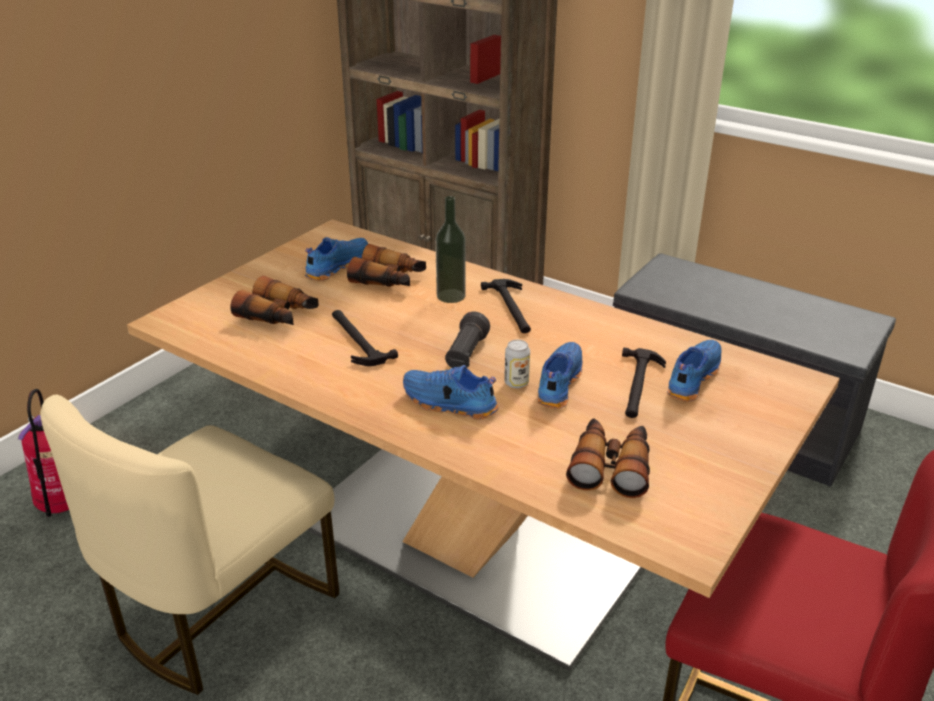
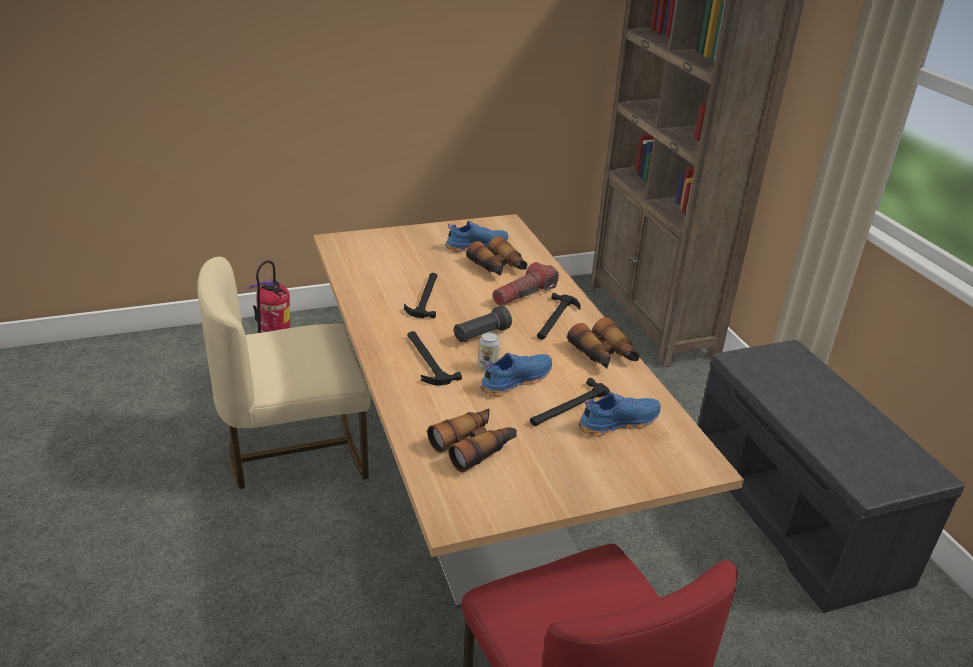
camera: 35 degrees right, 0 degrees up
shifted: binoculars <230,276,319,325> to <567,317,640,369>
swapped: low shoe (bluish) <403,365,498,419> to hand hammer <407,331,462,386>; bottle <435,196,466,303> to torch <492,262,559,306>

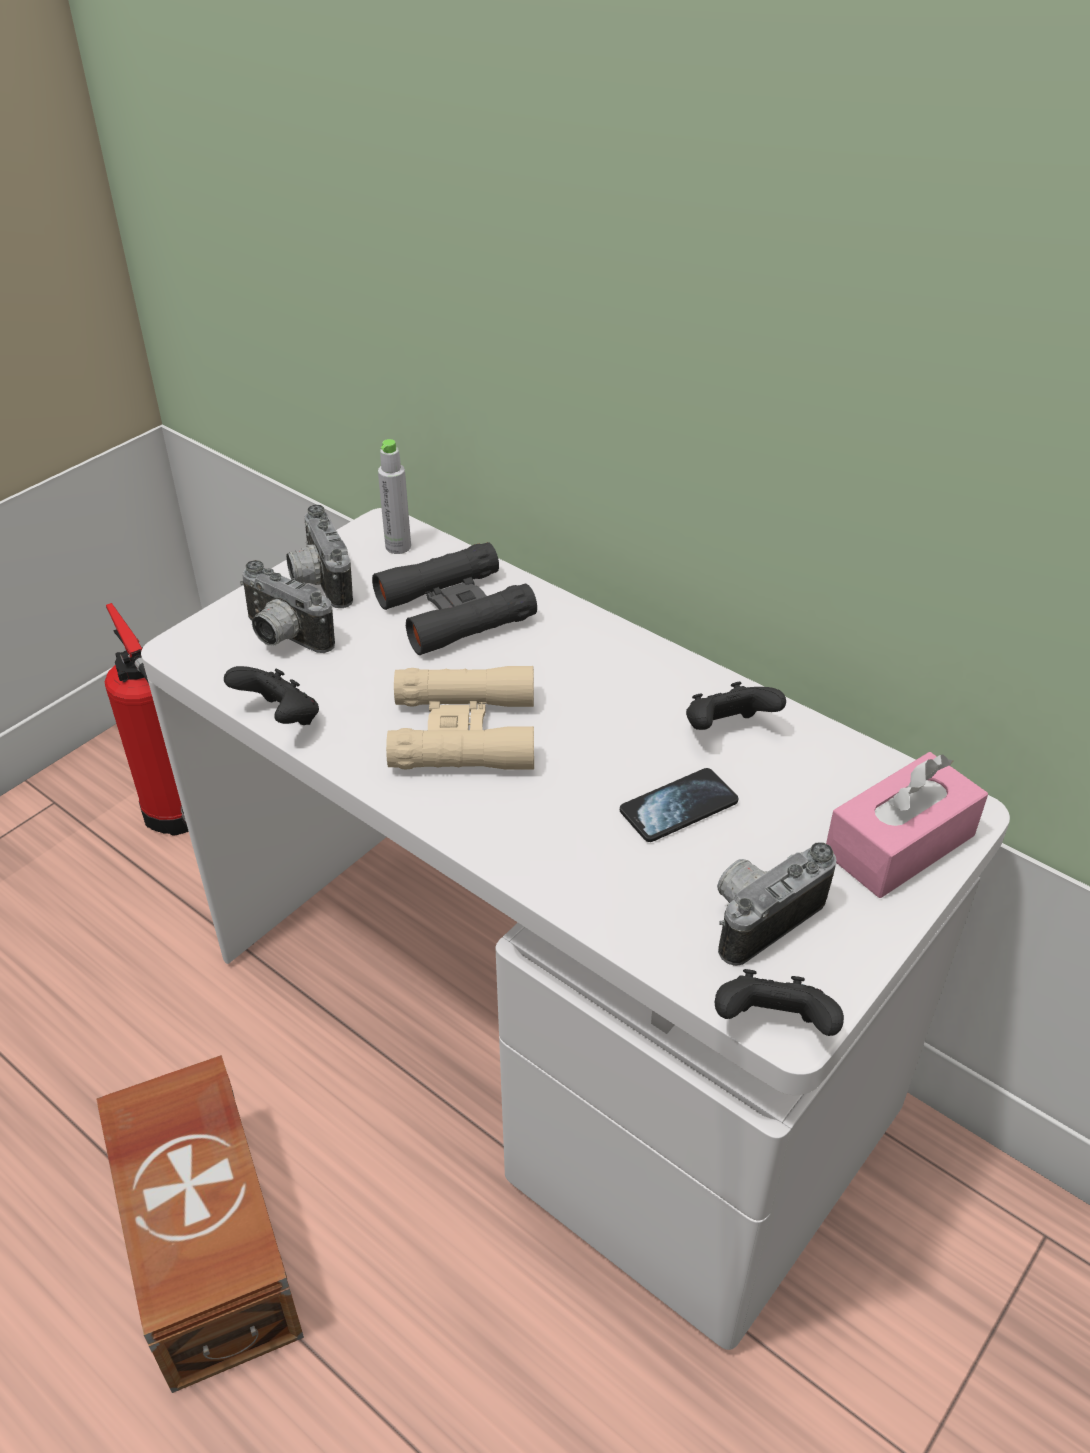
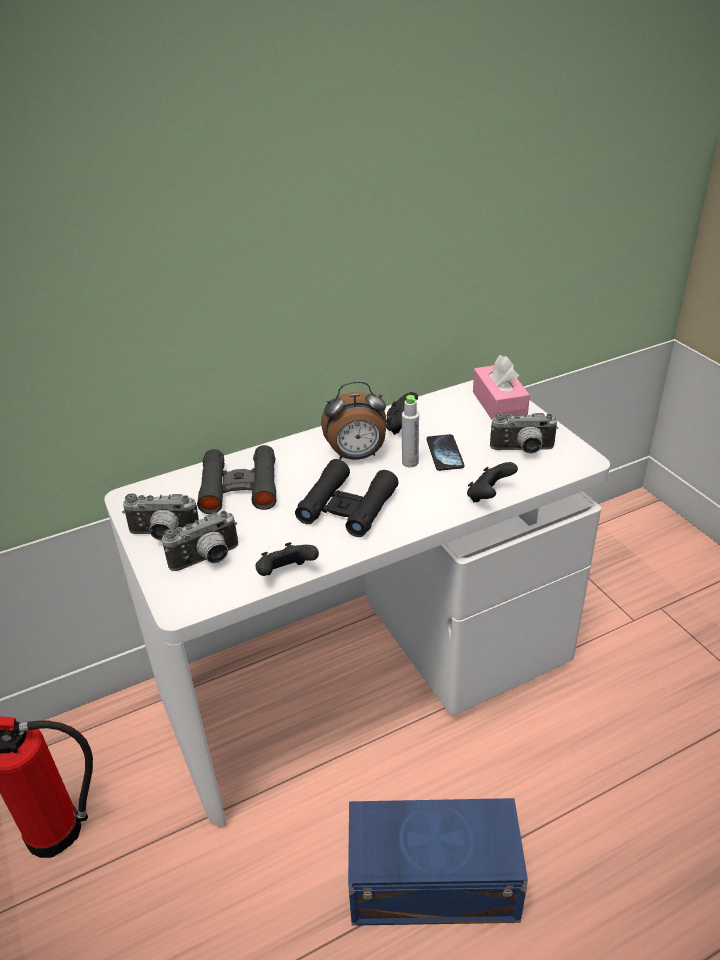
camera: 65 degrees left, 5 degrees down
new: alarm clock <321,381,387,460>
shifted: bottle (greyish) <378,439,411,554> to <402,395,419,467>; joypad (black-coloured) <715,969,844,1036> to <467,462,518,503>
repainted: storage bin (brown) <96,1055,304,1393> to storage bin (bluish) <348,798,528,926>; binoculars (beige-coloured) <386,666,534,770> to binoculars (black-coloured) <295,459,398,537>
rotated: still camera <717,843,836,966> = <490,413,558,454> 75 degrees counterclockwise

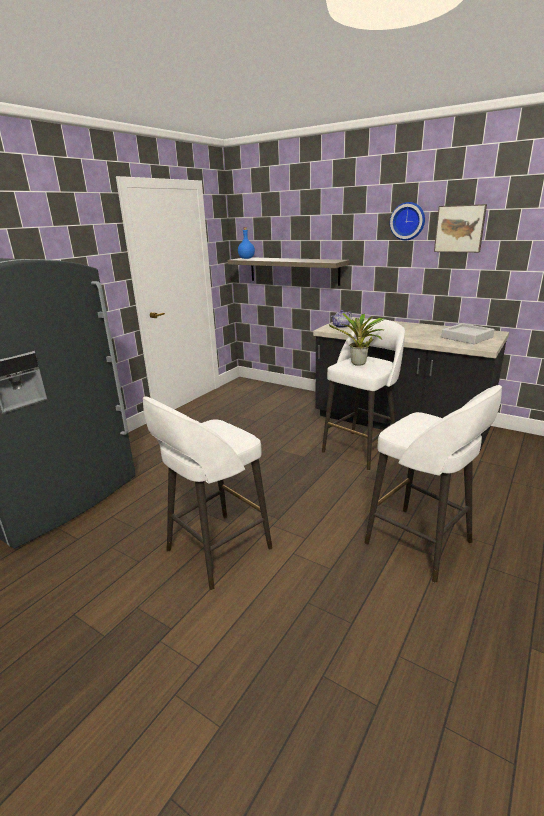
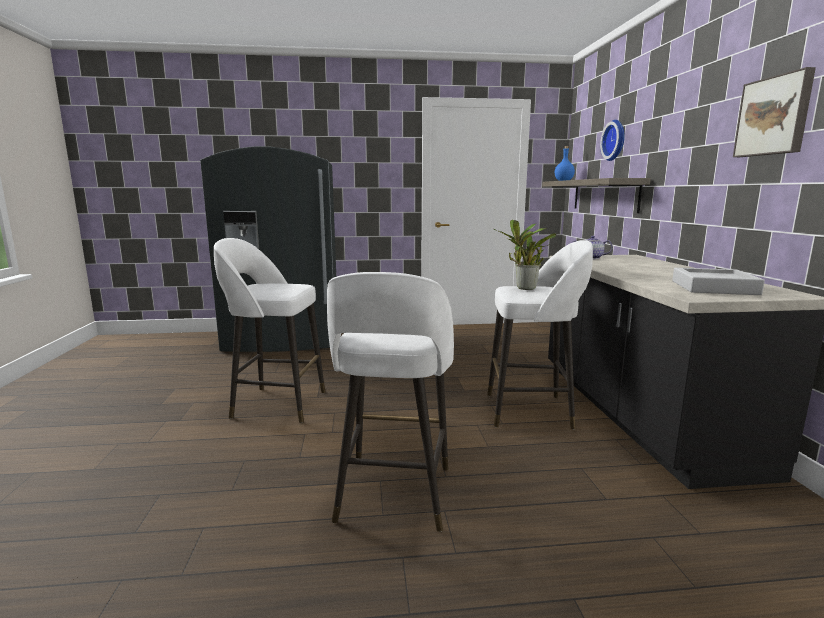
camera: 50 degrees right, 10 degrees down
shifted: hanging clock <390,202,425,241> to <600,120,625,161>

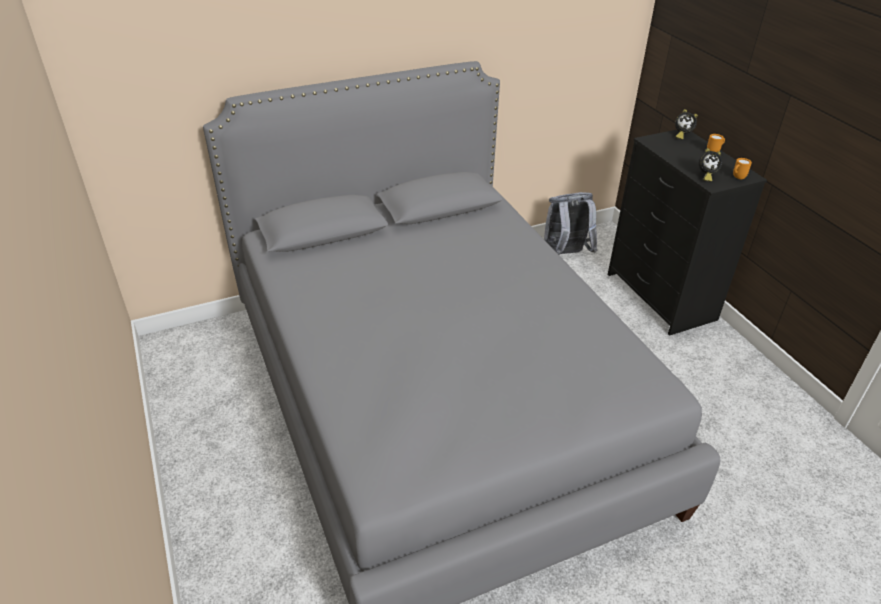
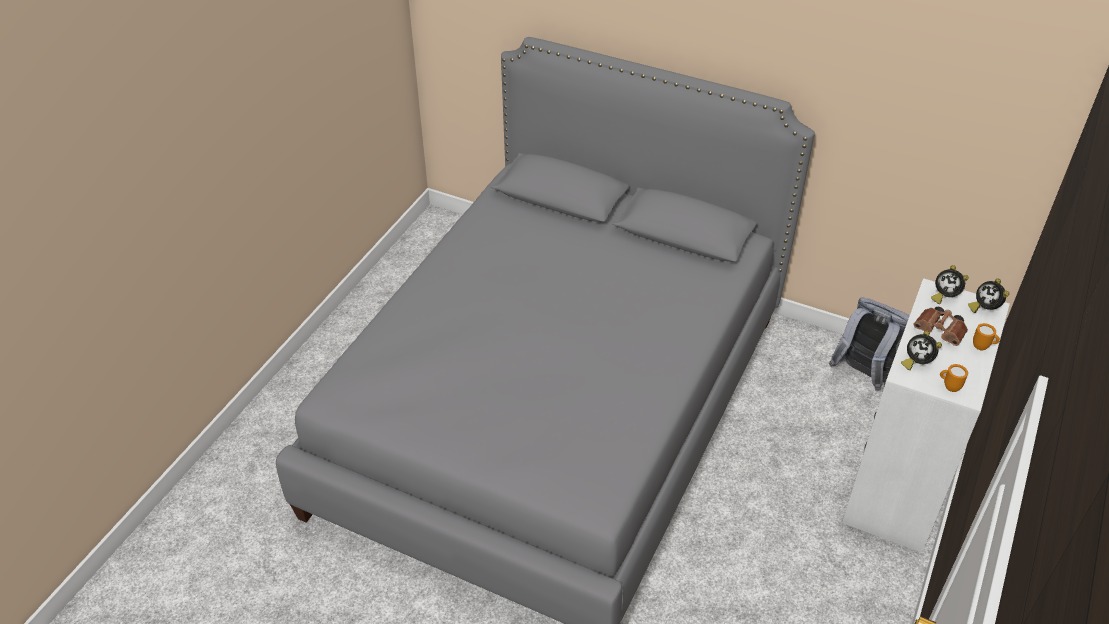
camera: 50 degrees right, 5 degrees up
new: binoculars (brown) <914,307,968,346>; alarm clock <931,265,968,304>
repainted: chest of drawers (black-coloured) <608,130,767,336> to chest of drawers (white-coloured) <842,278,1010,553>

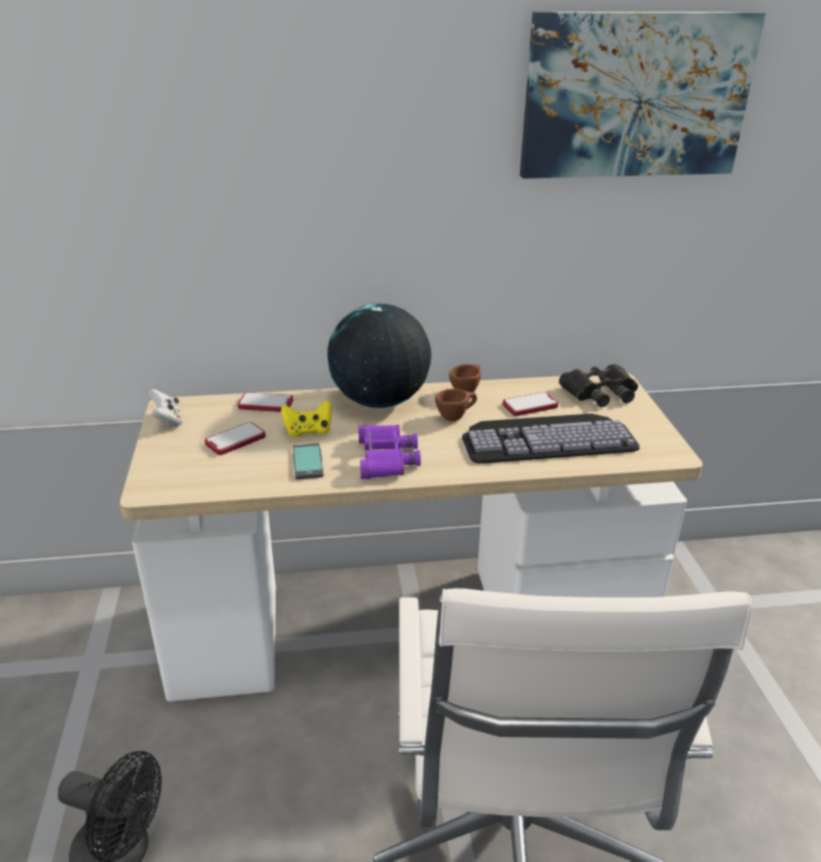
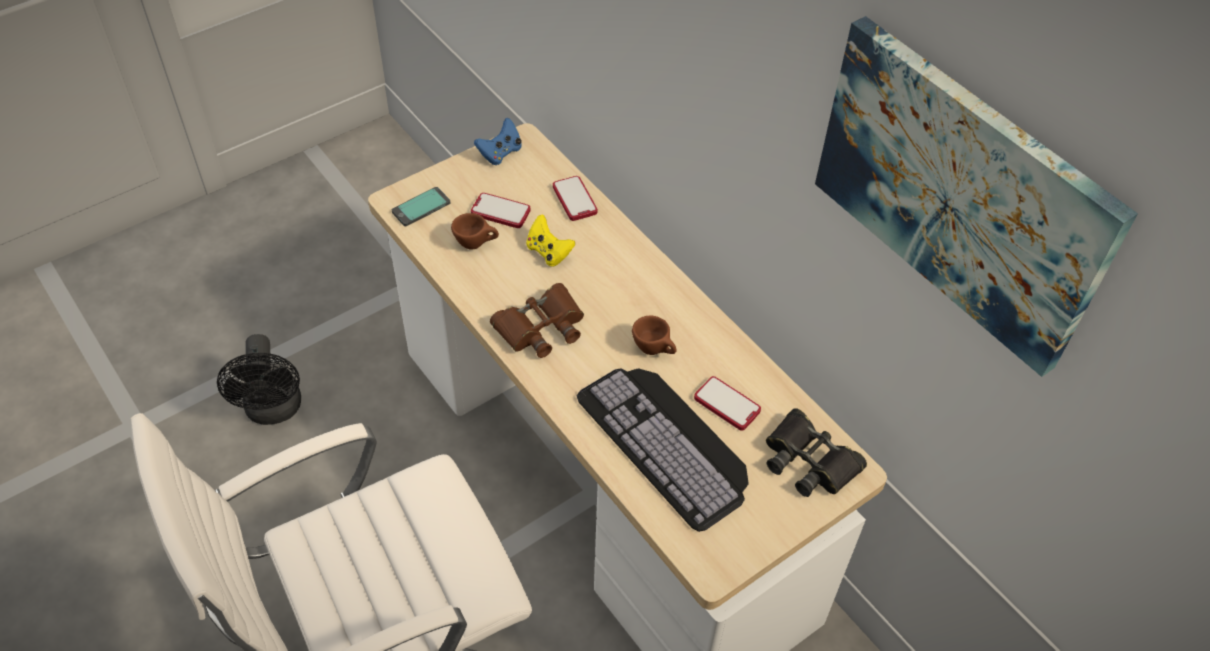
camera: 60 degrees right, 20 degrees up
gone: world globe <327,304,431,408>
shifted: handset <293,443,324,480> to <392,187,450,226>; small cup (brown) <449,364,481,392> to <451,213,499,250>
repainted: joypad (white-coloured) <149,389,183,427> to joypad (bluish) <474,118,522,165>; binoculars (purple) <358,425,421,479> to binoculars (brown) <490,283,584,358>

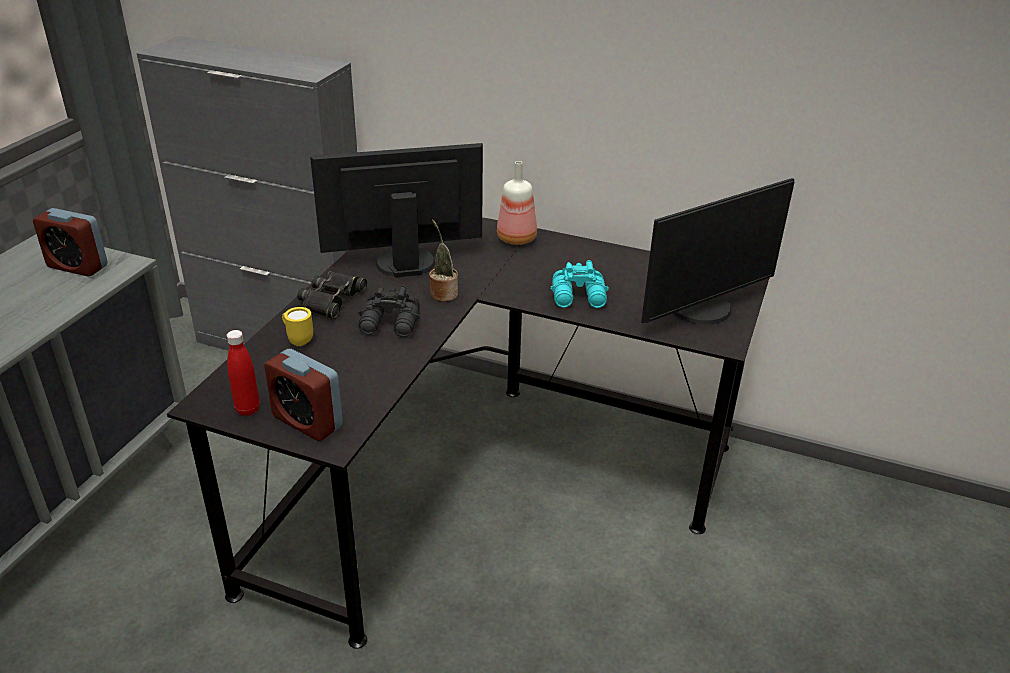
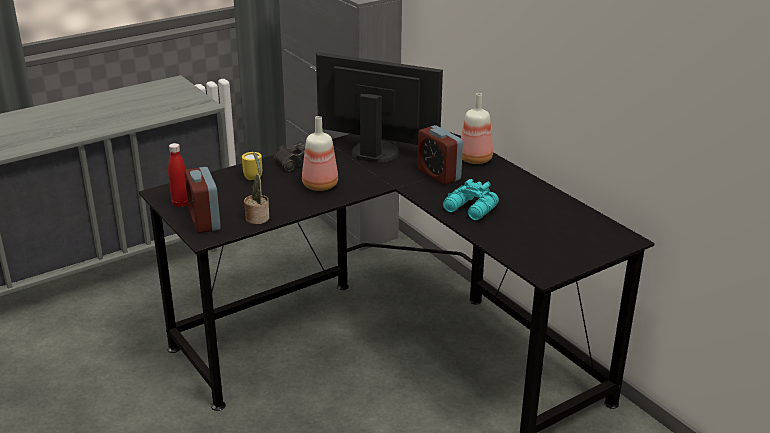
camera: 35 degrees right, 5 degrees down
gone: monitor <641,178,795,325>
shifted: alarm clock <33,208,108,277> to <417,125,463,185>; potted plant <429,219,458,302> to <244,152,269,224>
swapped: binoculars (black-coloured) <358,285,420,337> to bottle <302,116,338,191>

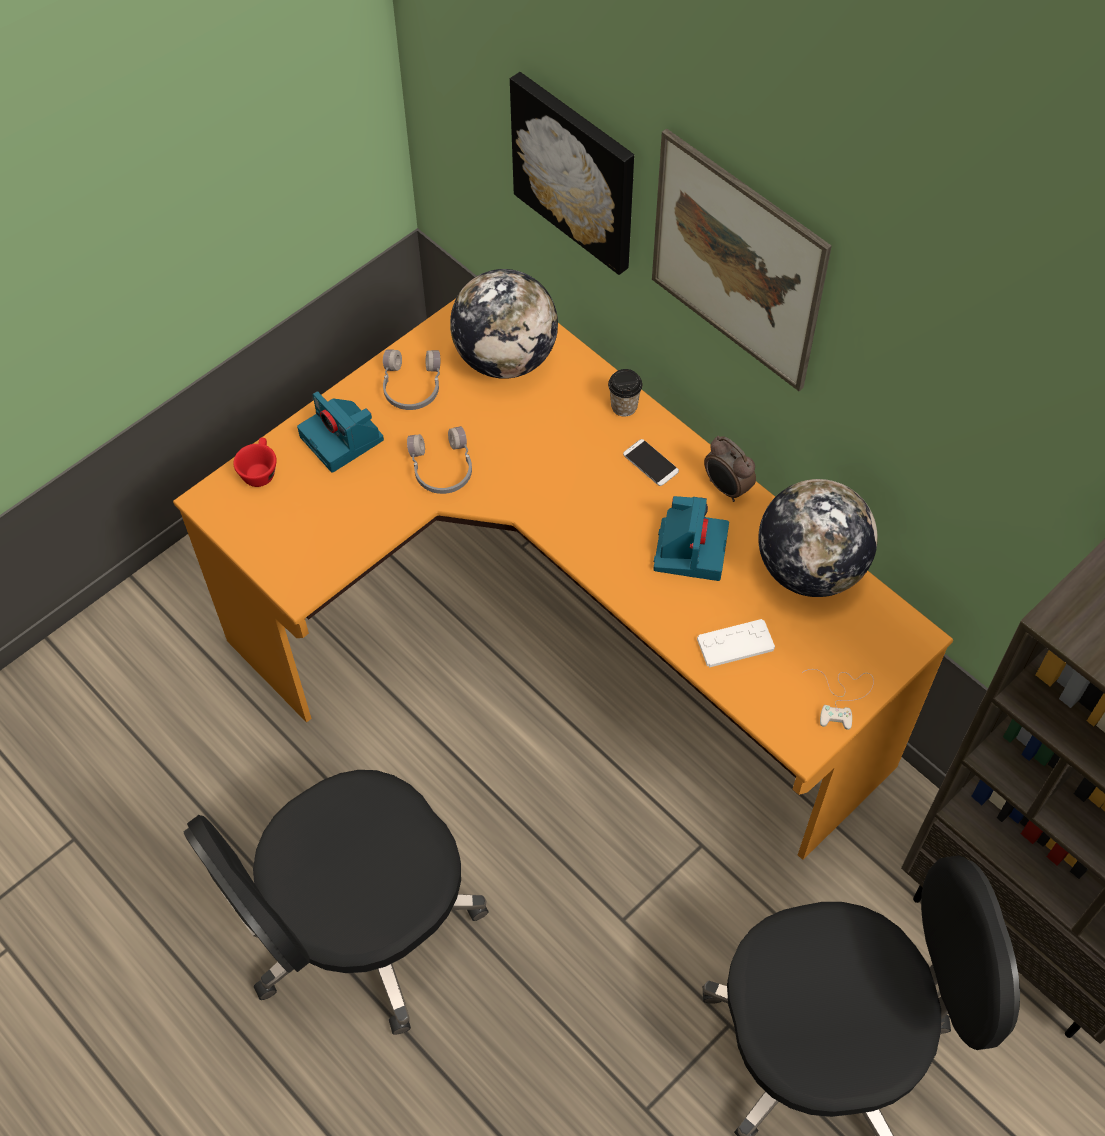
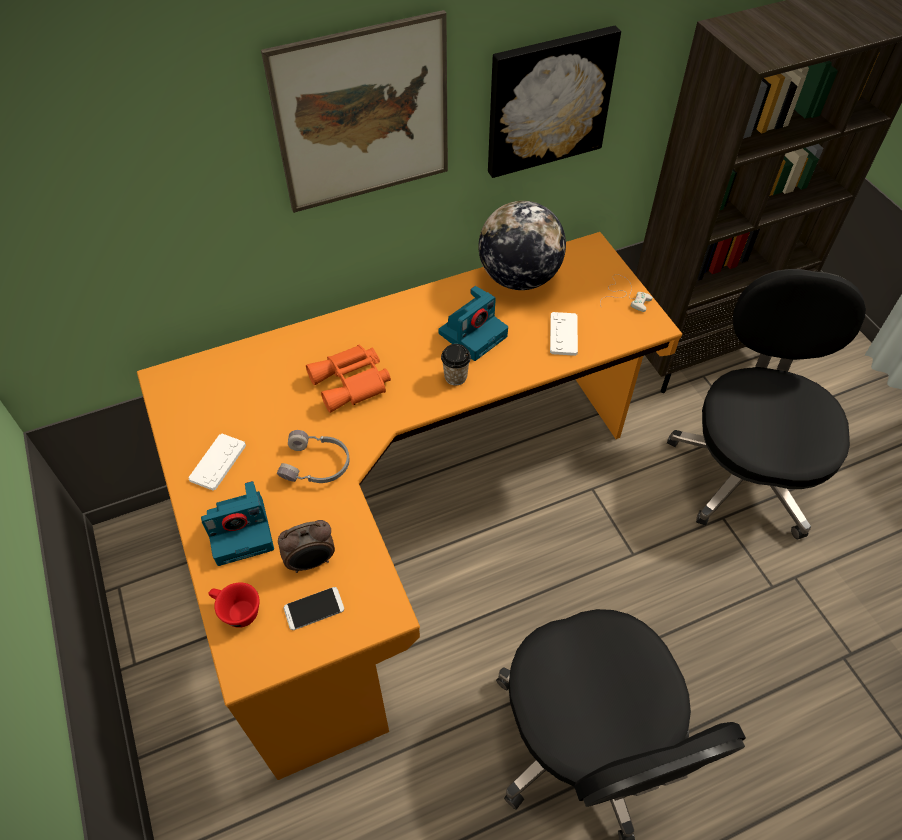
camera: 70 degrees left, 5 degrees down
gone: world globe <450,269,558,379>
new: binoculars (orange) <306,344,391,413>
shifted: wall art <510,72,634,275> to <488,26,621,178>; small cup <608,369,643,417> to <441,344,471,386>; handset <623,439,679,486> to <284,587,344,630>; alarm clock <704,436,756,502> to <278,520,335,573>
swapped: headset (greyish) <383,350,440,410> to joypad (white-coloured) <188,434,246,491>
rotated: still camera <653,496,729,581> = <438,286,508,361> 105 degrees clockwise

